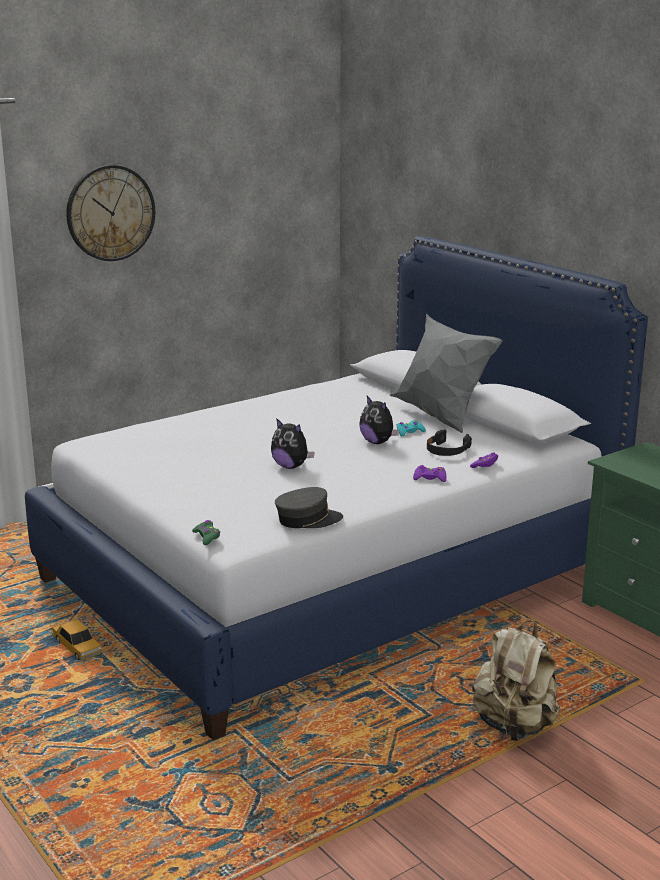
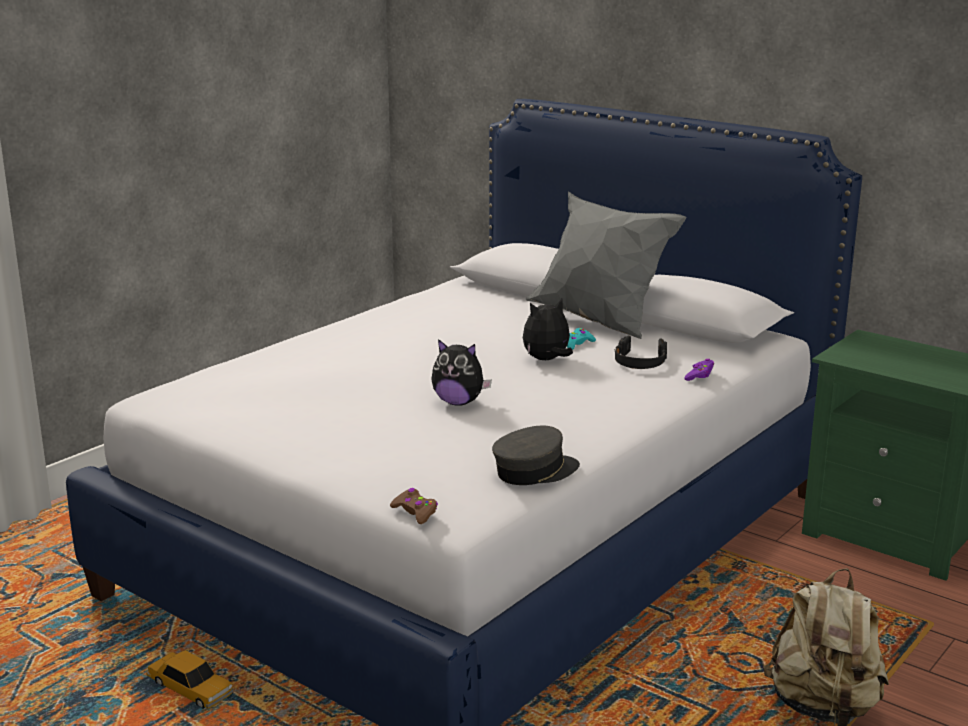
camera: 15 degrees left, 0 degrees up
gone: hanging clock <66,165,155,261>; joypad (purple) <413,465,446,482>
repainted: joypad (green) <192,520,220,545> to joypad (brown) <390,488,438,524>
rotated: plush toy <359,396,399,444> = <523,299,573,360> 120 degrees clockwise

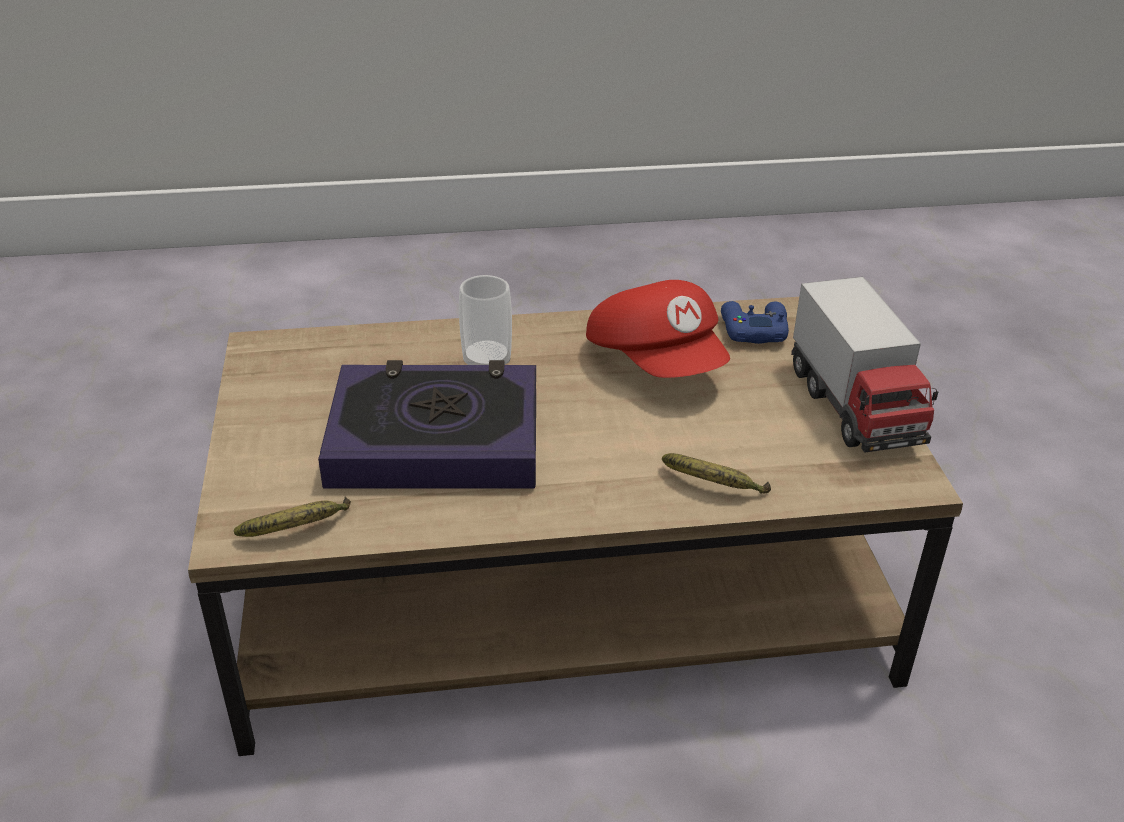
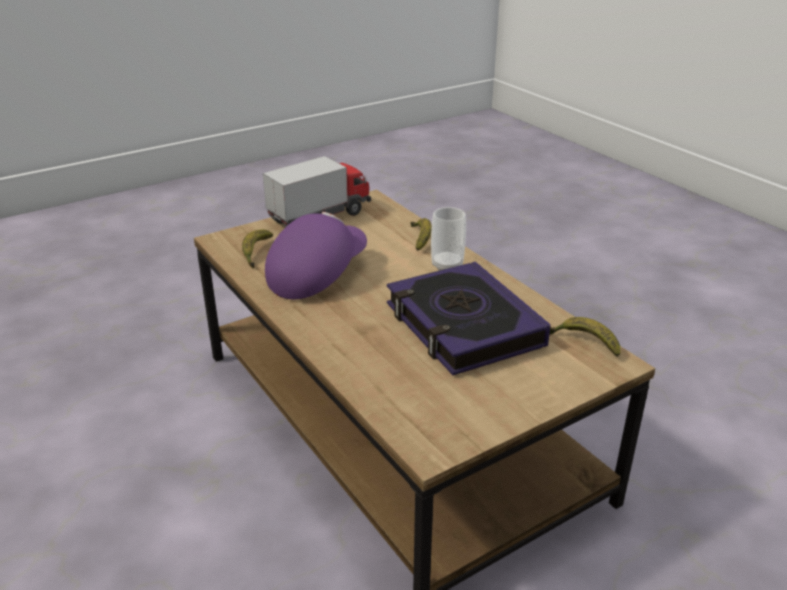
camera: 115 degrees left, 5 degrees down
shifted: small cup <459,275,512,365> to <431,207,466,271>
swapped: joypad (bluish) <721,301,789,344> to banana <242,229,273,268>
repainted: cap (reddish) <586,280,730,378> to cap (purple) <265,212,367,299>

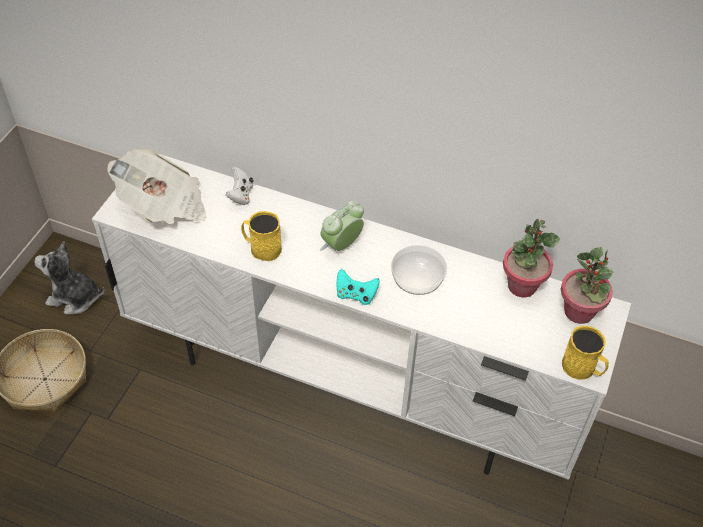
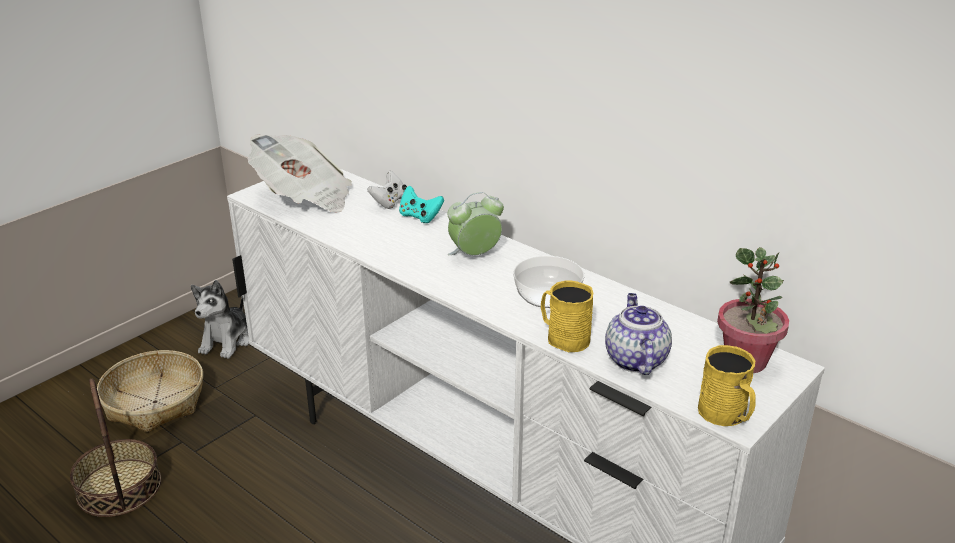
camera: 20 degrees right, 20 degrees down
gone: potted plant <503,218,560,297>
new: basket <70,378,161,517>; tea pot <605,293,672,375>
shifted: tea mug (yellowish) <241,211,282,261> to <541,280,593,352>; joypad (turquoise-coloured) <336,269,380,305> to <399,185,444,223>
rotated: plush toy <34,241,105,314> = <191,280,249,359> 105 degrees counterclockwise

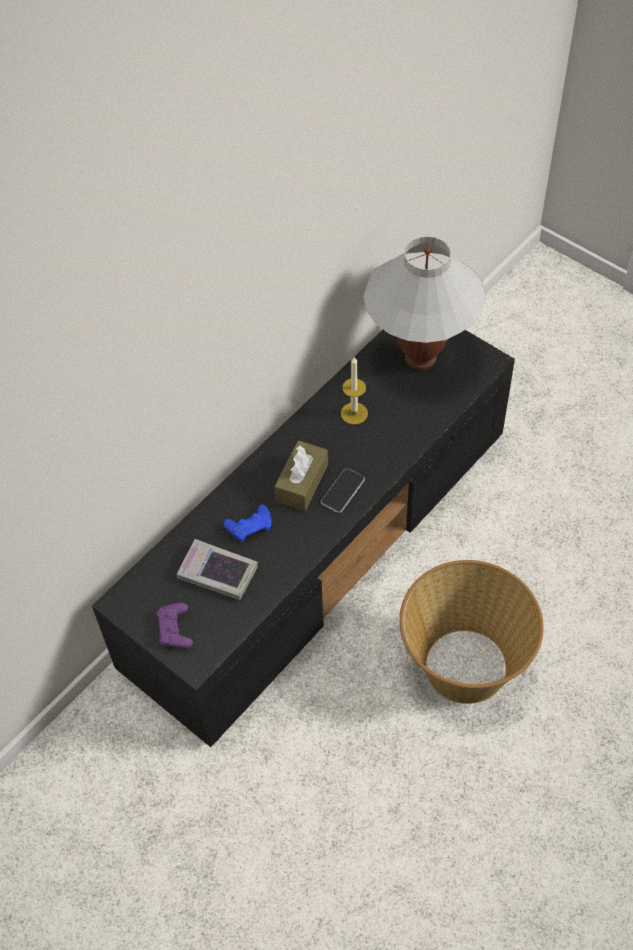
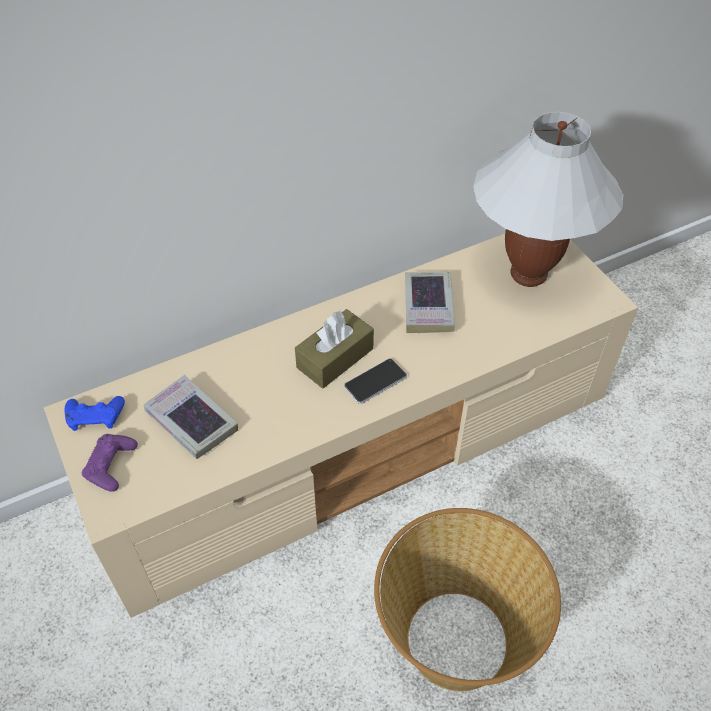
camera: 20 degrees right, 5 degrees down
shifted: joypad (bluish) <224,504,272,542> to <65,396,125,431>
swapped: wax light <341,357,368,425> to book <405,272,455,333>
repainted: media console (black-coloured) <92,330,515,747> to media console (beige-coloured) <44,234,638,618>

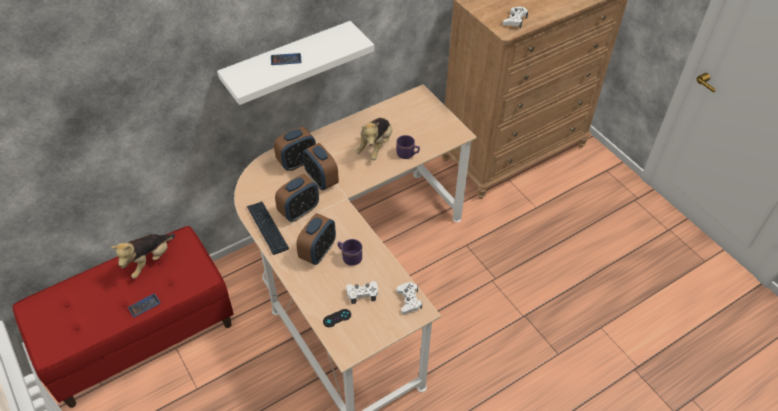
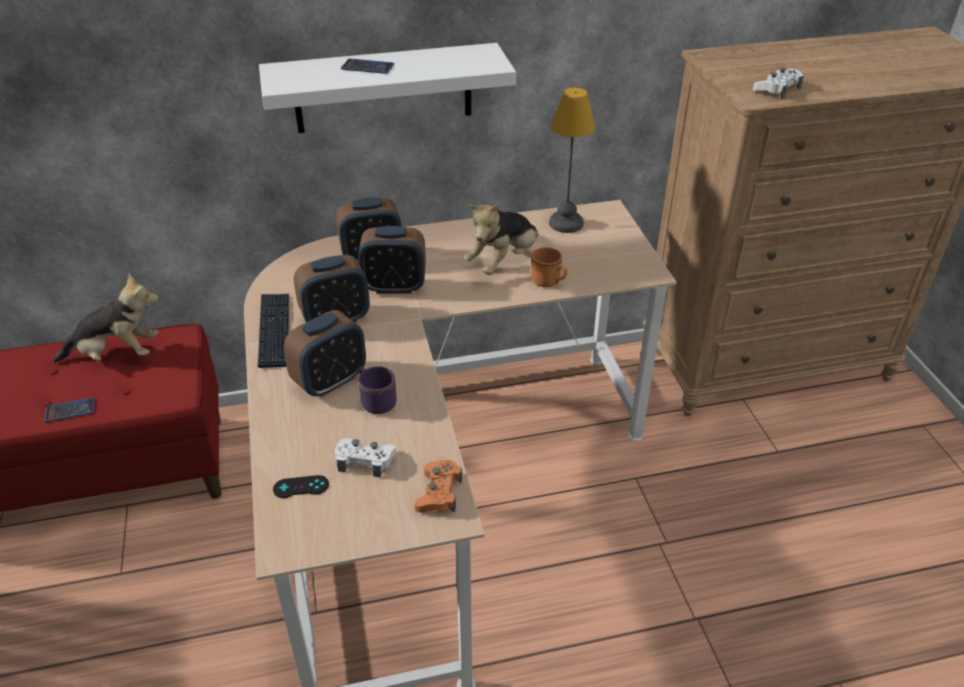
camera: 20 degrees right, 10 degrees down
new: lamp for a table <549,88,595,233>
repainted: joypad (white-coloured) <396,282,422,314> to joypad (orange) <414,460,462,513>; tea mug (purple) <397,135,420,159> to tea mug (orange) <531,247,567,287>
rotated: plush toy <111,233,175,279> = <53,273,159,363> 150 degrees counterclockwise; alarm clock <303,143,339,190> = <358,226,426,294> 75 degrees counterclockwise

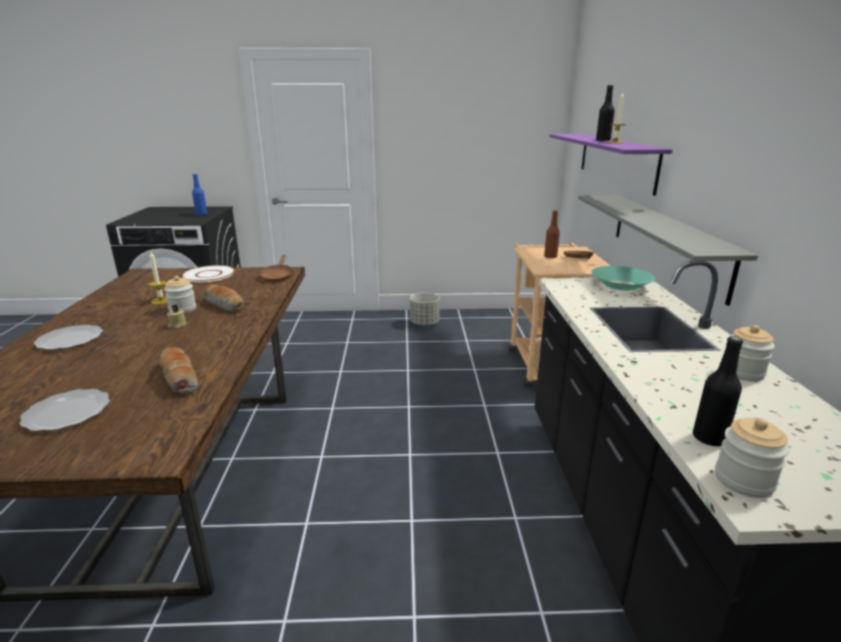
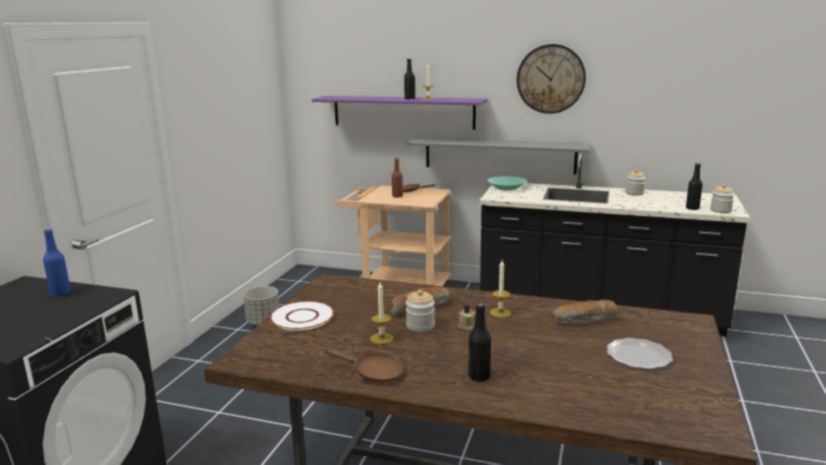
camera: 70 degrees left, 5 degrees down
new: wax light <490,260,511,318>; hanging clock <517,44,586,114>
shifted: frying pan (brown) <260,255,293,282> to <324,348,403,383>
swapped: dinner plate <34,325,103,350> to bottle (black-coloured) <468,303,491,382>

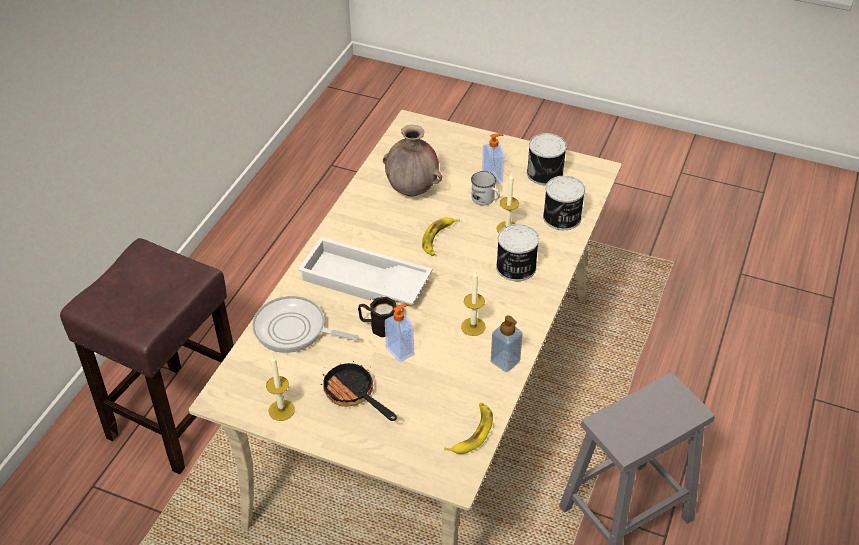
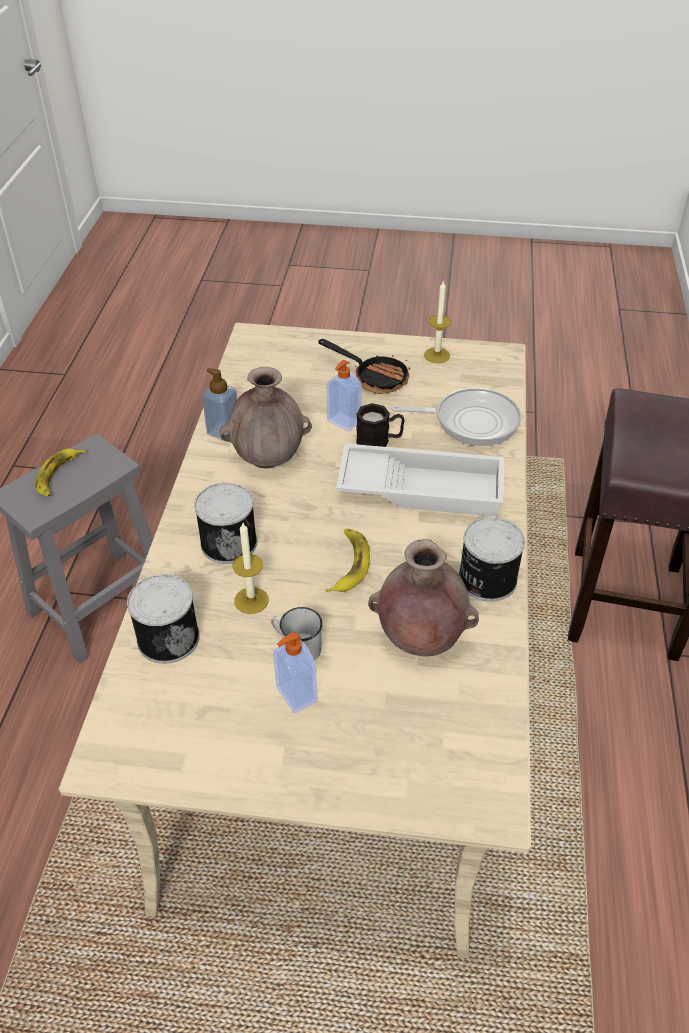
camera: 165 degrees right, 0 degrees up
shifted: banana <444,403,493,454> to <35,449,86,497>; metal can <527,133,567,186> to <459,517,525,602>
swapped: wax light <461,270,486,336> to flower vase (brown) <220,367,312,468>

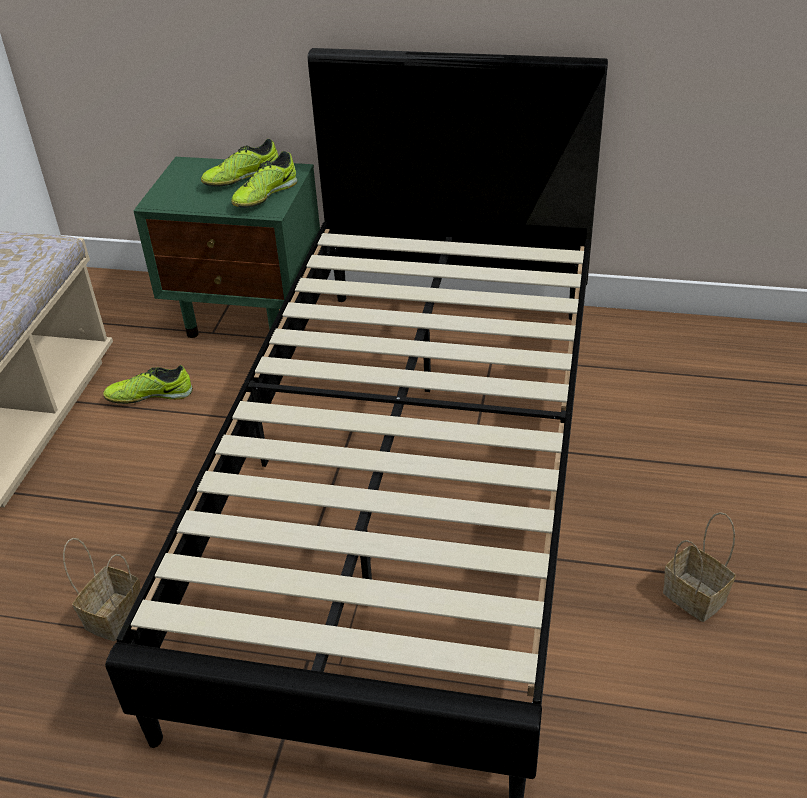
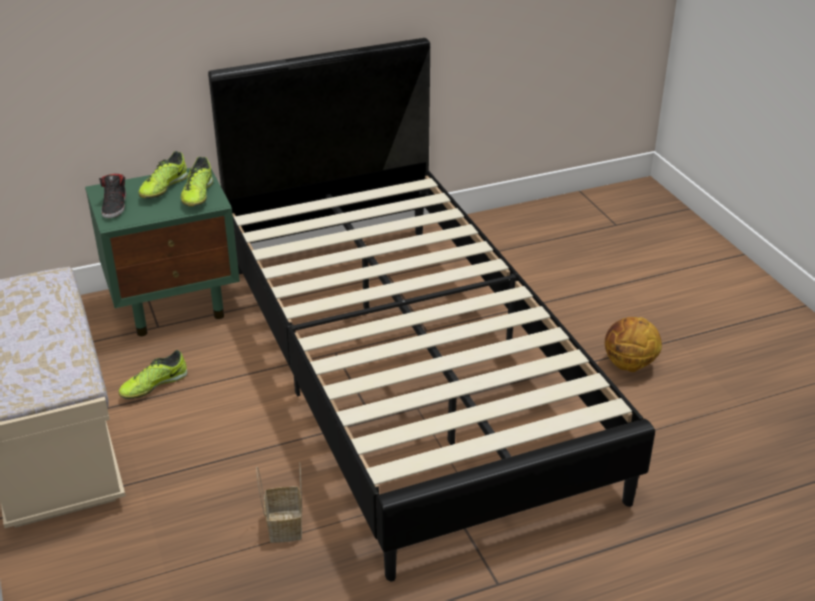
camera: 35 degrees left, 5 degrees down
new: low shoe (black-coloured) <99,174,126,218>
swapped: basket <663,512,736,622> to basketball <605,317,662,372>

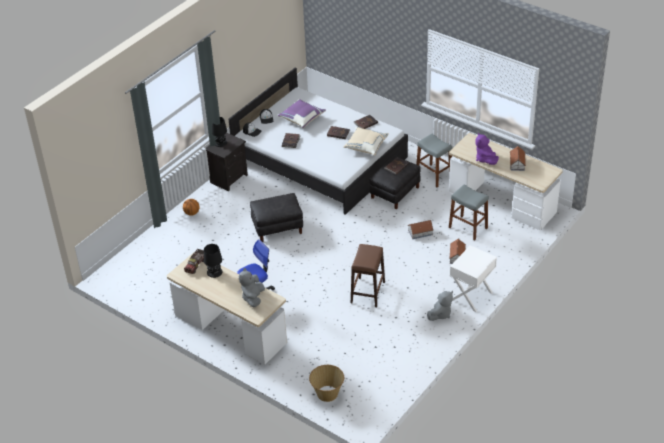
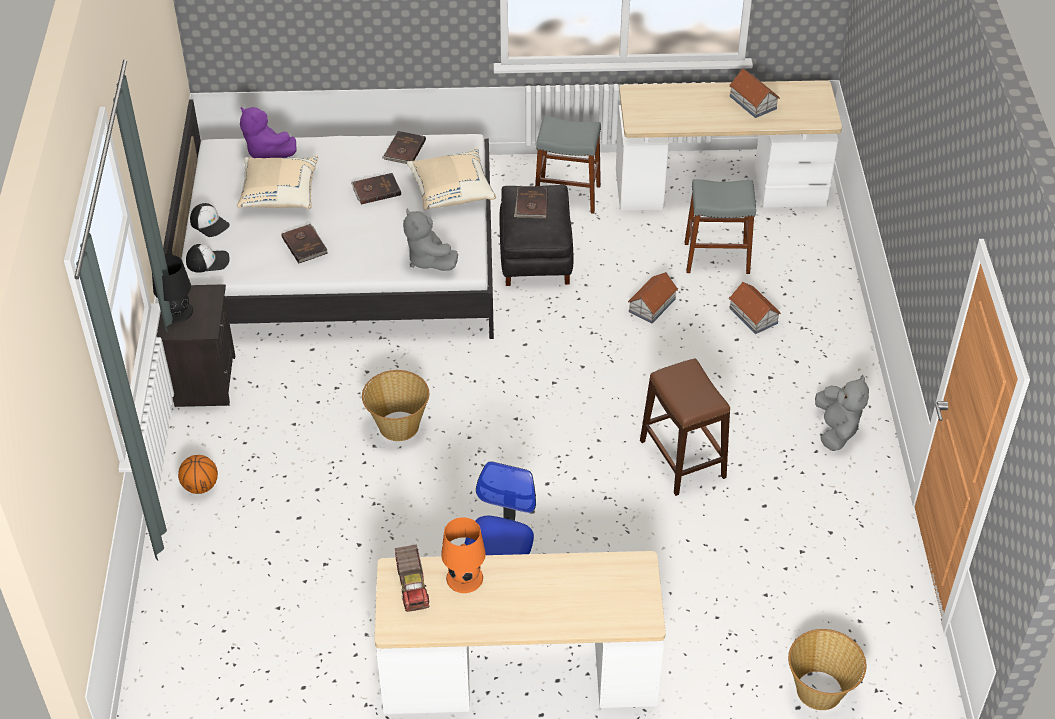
camera: 40 degrees left, 5 degrees up
gone: nightstand (white-coloured) <450,245,497,312>
shifted: plush toy (greyish) <239,268,265,307> to <403,208,458,271>; plush toy (purple) <475,133,499,165> to <240,107,296,158>
swapped: ottoman (black-coloured) <250,193,303,242> to basket <362,370,429,441>
repainted: lamp for a table (black-coloured) <204,244,222,278> to lamp for a table (orange) <441,517,486,593>; throw pillow (purple) <278,99,326,128> to throw pillow (beige-coloured) <237,155,318,209>

